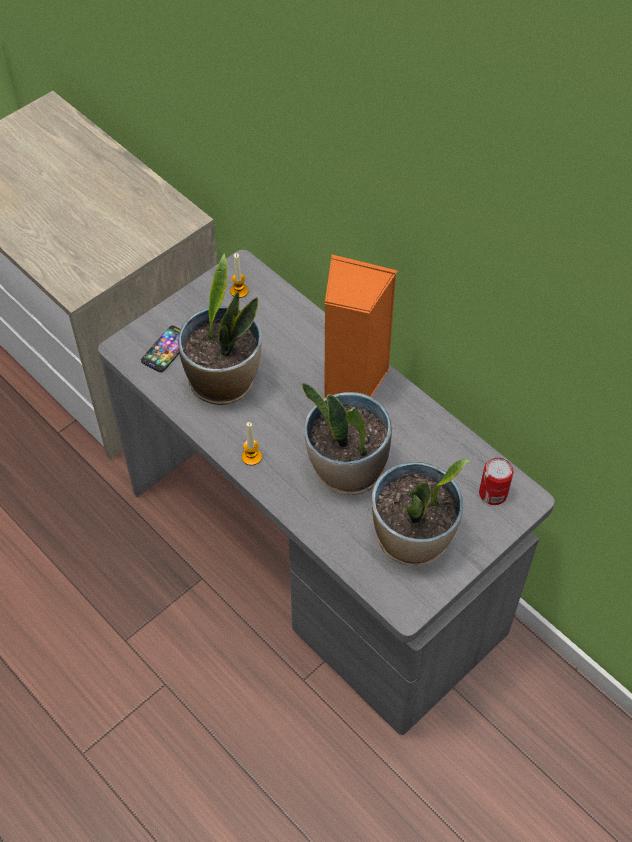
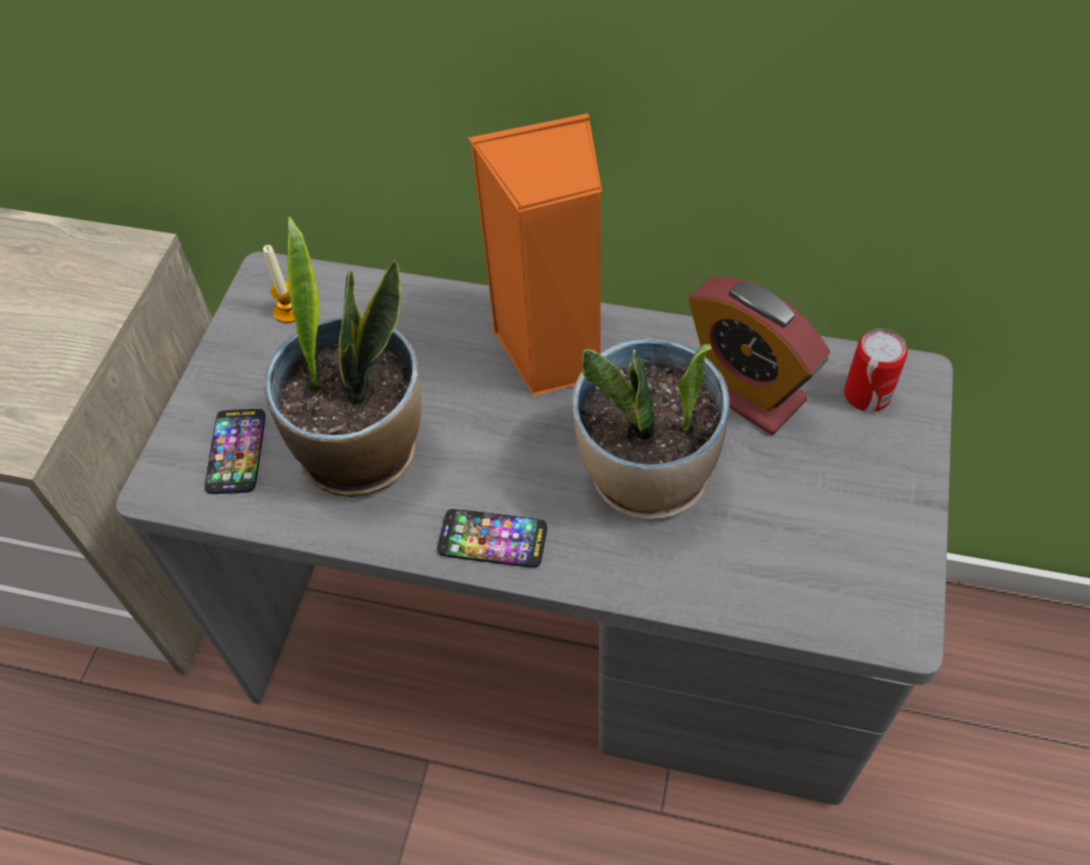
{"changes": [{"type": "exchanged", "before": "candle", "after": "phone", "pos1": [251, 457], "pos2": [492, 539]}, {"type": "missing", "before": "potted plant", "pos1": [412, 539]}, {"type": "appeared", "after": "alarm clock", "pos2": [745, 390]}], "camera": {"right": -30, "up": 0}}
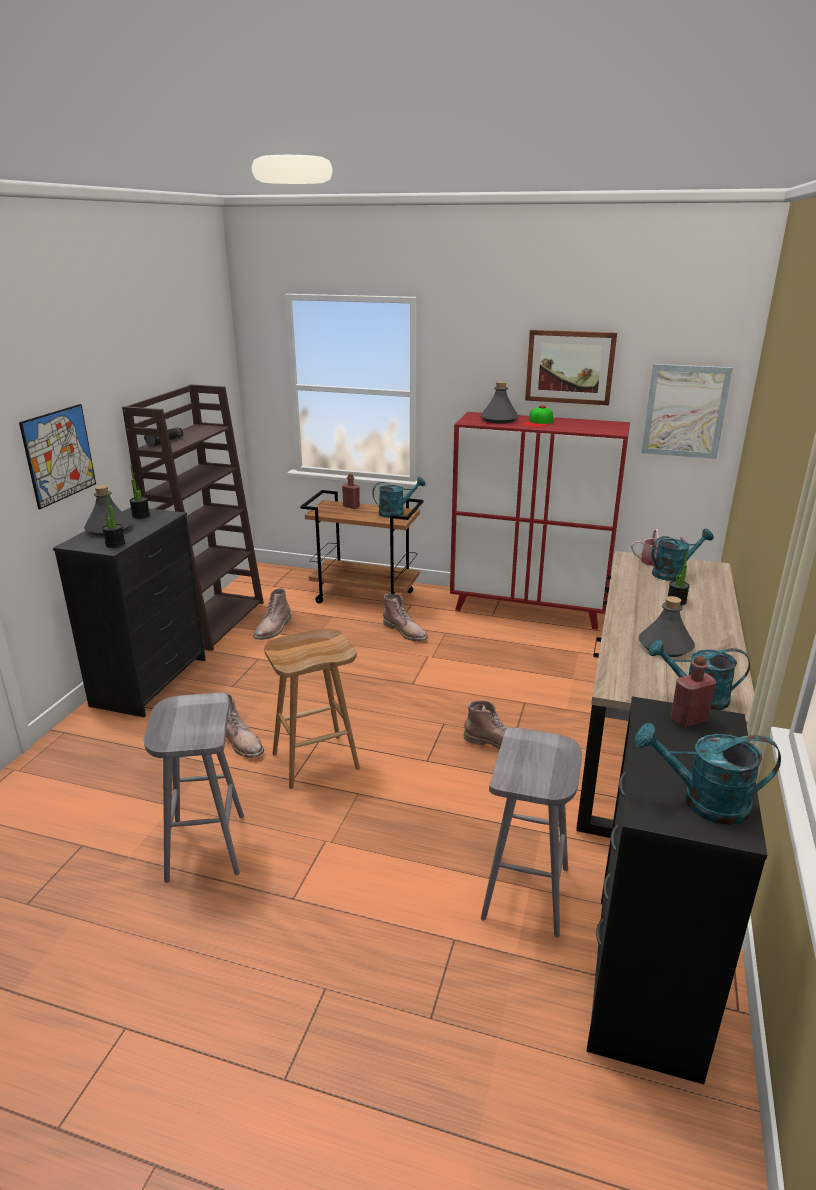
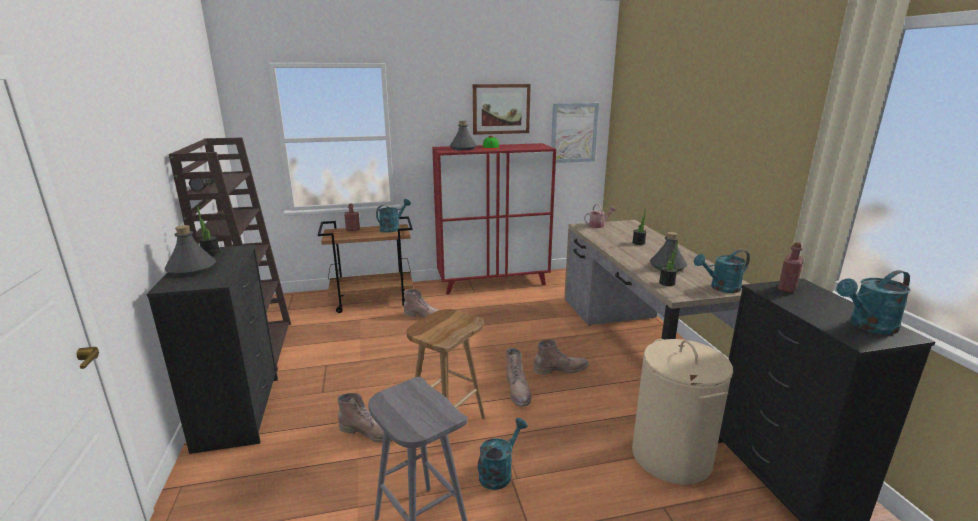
{"changes": [{"type": "missing", "before": "picture", "pos1": [59, 455]}, {"type": "relocated", "before": "potted plant", "pos1": [115, 544], "pos2": [667, 283]}, {"type": "relocated", "before": "boot/brown", "pos1": [273, 629], "pos2": [518, 391]}, {"type": "exchanged", "before": "stool/grey", "after": "laundry basket/beige", "pos1": [527, 894], "pos2": [671, 456]}, {"type": "relocated", "before": "watering can/turquoise", "pos1": [673, 573], "pos2": [499, 472]}], "camera": {"right": -30, "up": -5}}
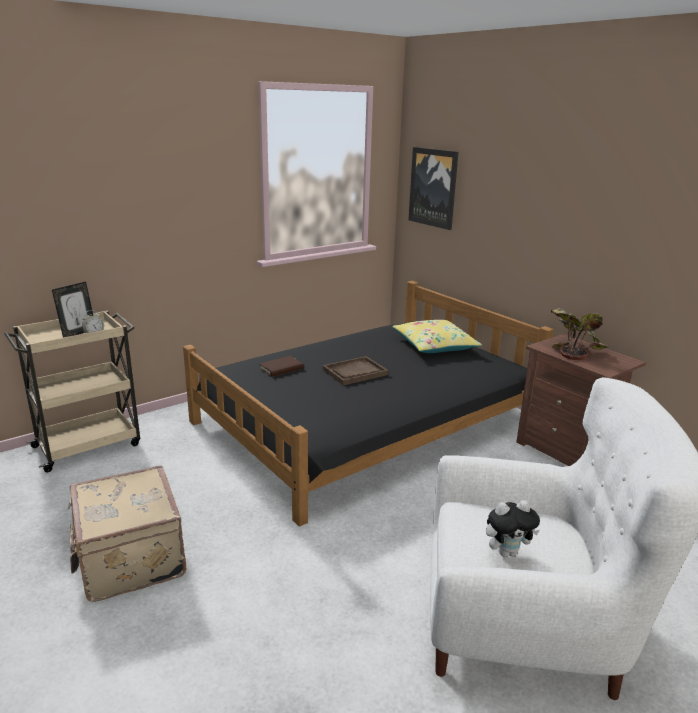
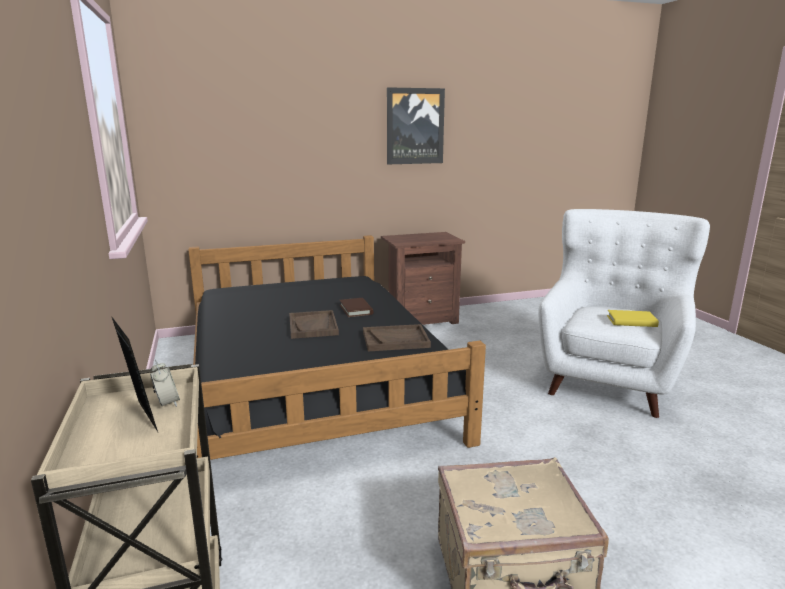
{"changes": [{"type": "relocated", "before": "book/brown", "pos1": [281, 368], "pos2": [356, 309]}, {"type": "missing", "before": "pillow/yellow", "pos1": [434, 345]}, {"type": "relocated", "before": "picture", "pos1": [433, 187], "pos2": [415, 126]}, {"type": "exchanged", "before": "plush toy", "after": "book/yellow", "pos1": [507, 552], "pos2": [631, 321]}, {"type": "missing", "before": "potted plant", "pos1": [573, 349]}, {"type": "appeared", "after": "tray/brown", "pos2": [395, 340]}], "camera": {"right": -70, "up": -5}}
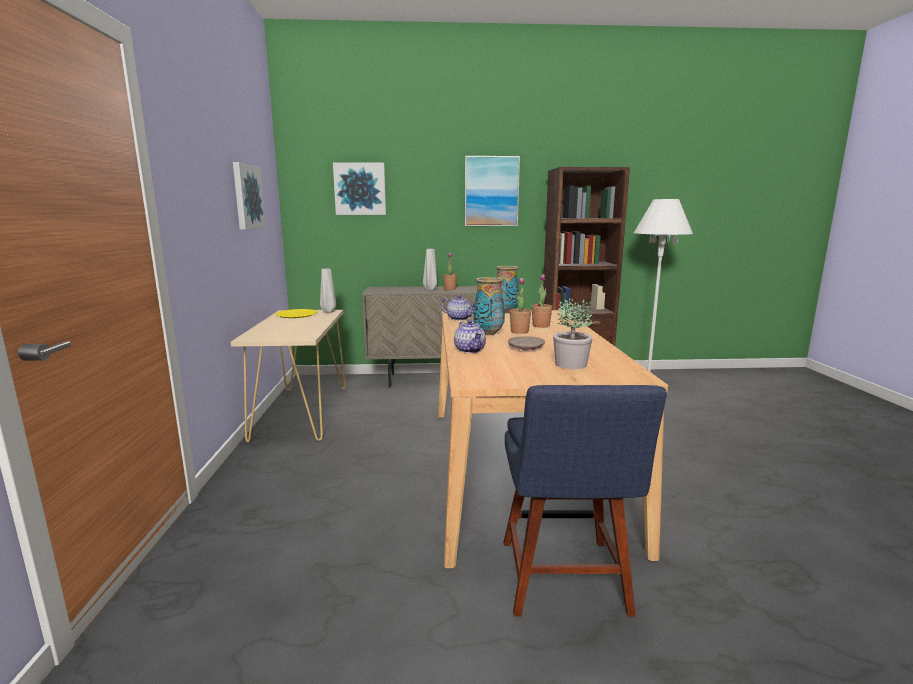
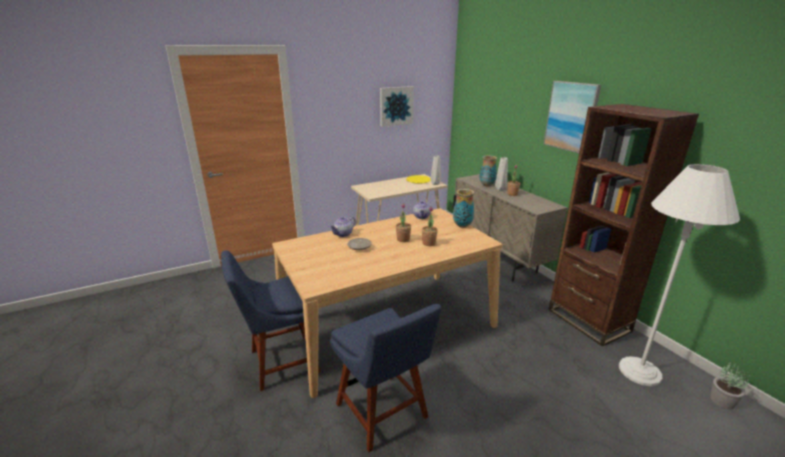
{"changes": [{"type": "missing", "before": "picture", "pos1": [360, 189]}, {"type": "relocated", "before": "vase", "pos1": [489, 333], "pos2": [487, 185]}, {"type": "relocated", "before": "potted plant", "pos1": [571, 364], "pos2": [722, 401]}, {"type": "appeared", "after": "chair/blue", "pos2": [384, 414]}], "camera": {"right": 65, "up": 10}}
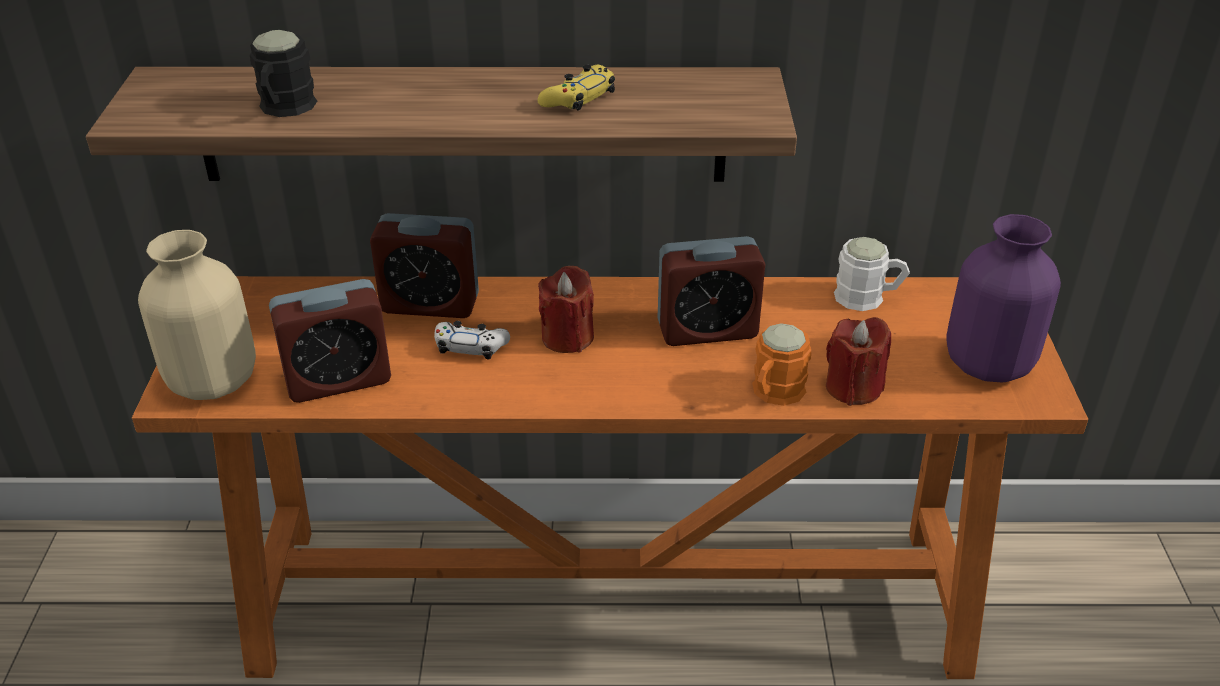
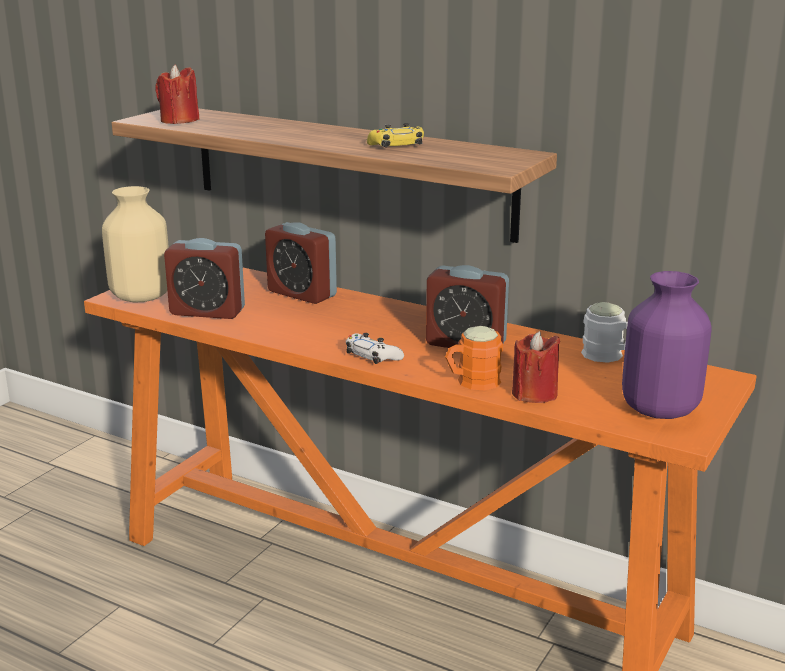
{"changes": [{"type": "missing", "before": "mug/black", "pos1": [284, 109]}, {"type": "relocated", "before": "game controller/white", "pos1": [471, 346], "pos2": [372, 356]}, {"type": "relocated", "before": "candle/red", "pos1": [567, 337], "pos2": [179, 120]}], "camera": {"right": 30, "up": -15}}
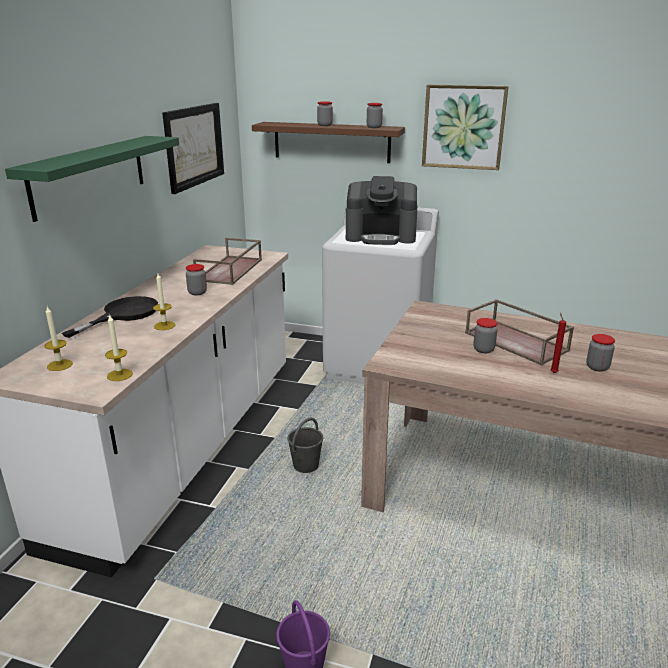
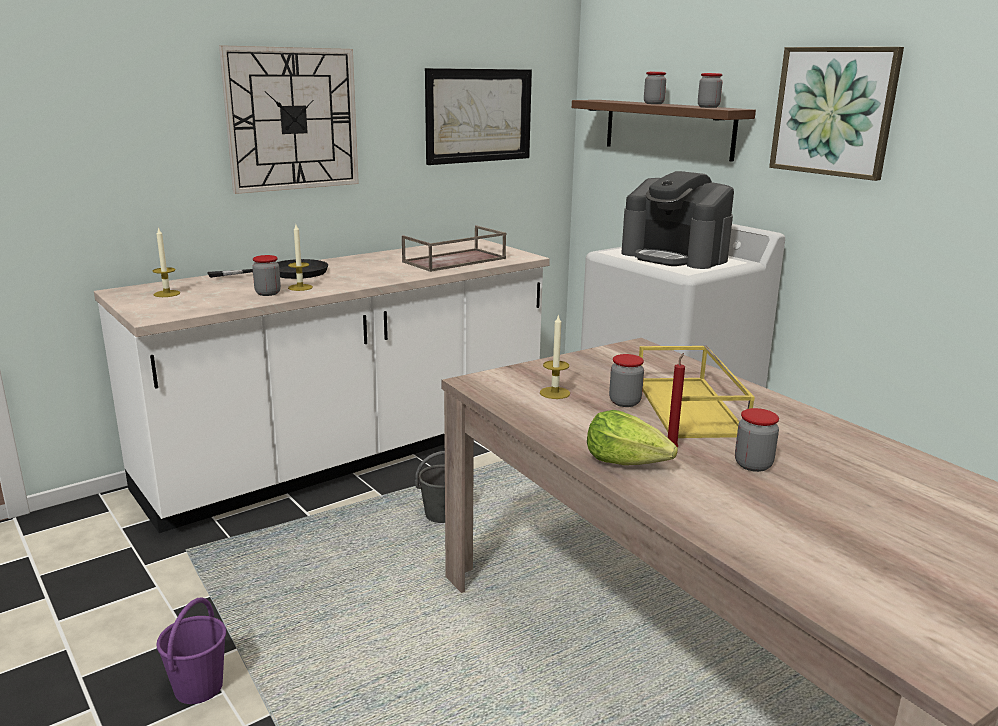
{"changes": [{"type": "exchanged", "before": "shelf/green", "after": "wall clock", "pos1": [90, 175], "pos2": [292, 119]}, {"type": "relocated", "before": "candle", "pos1": [119, 375], "pos2": [554, 393]}, {"type": "relocated", "before": "jar", "pos1": [197, 292], "pos2": [268, 293]}, {"type": "colour", "before": "tray/brown", "after": "tray/yellow", "pos1": [517, 341], "pos2": [690, 407]}, {"type": "appeared", "after": "lettuce", "pos2": [627, 461]}], "camera": {"right": 35, "up": -5}}
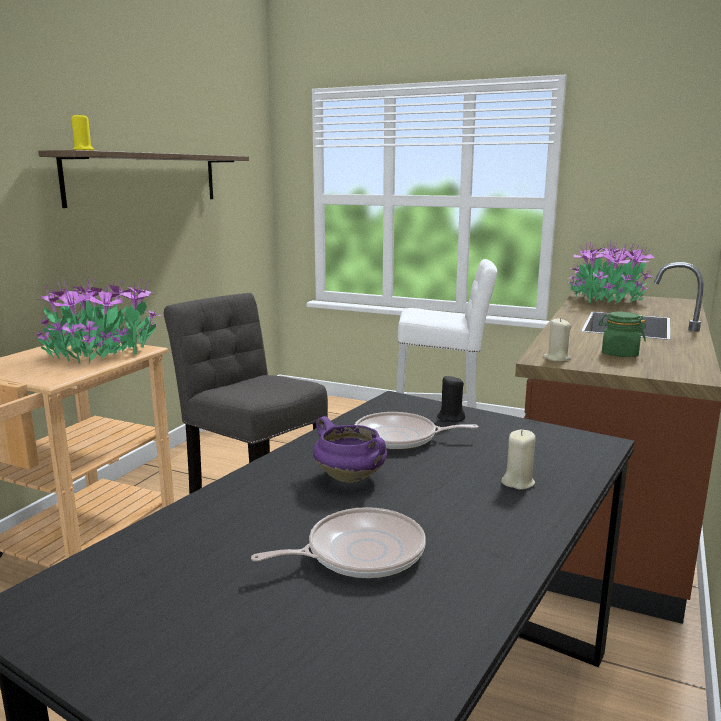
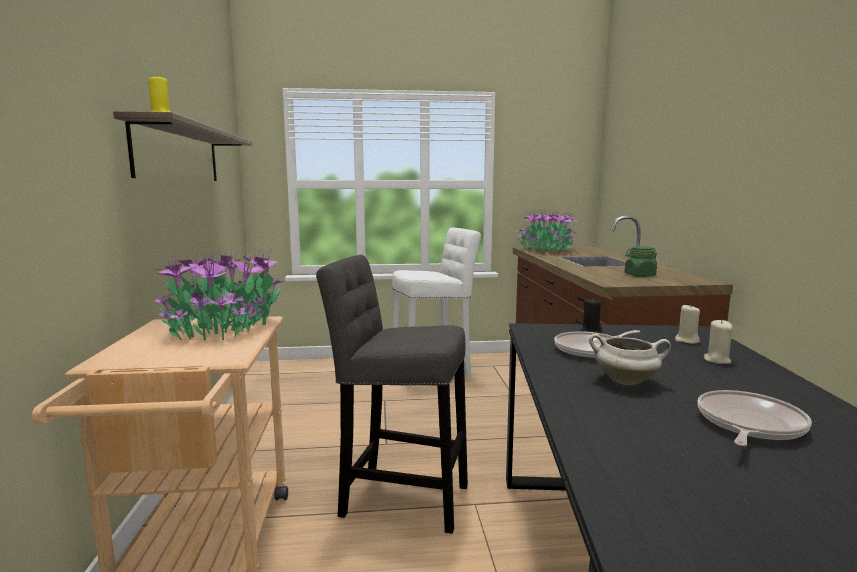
{"changes": [{"type": "colour", "before": "cooking pot/purple", "after": "cooking pot/white", "pos1": [351, 478], "pos2": [626, 381]}, {"type": "relocated", "before": "candle/beige", "pos1": [556, 358], "pos2": [686, 340]}], "camera": {"right": -30, "up": -5}}
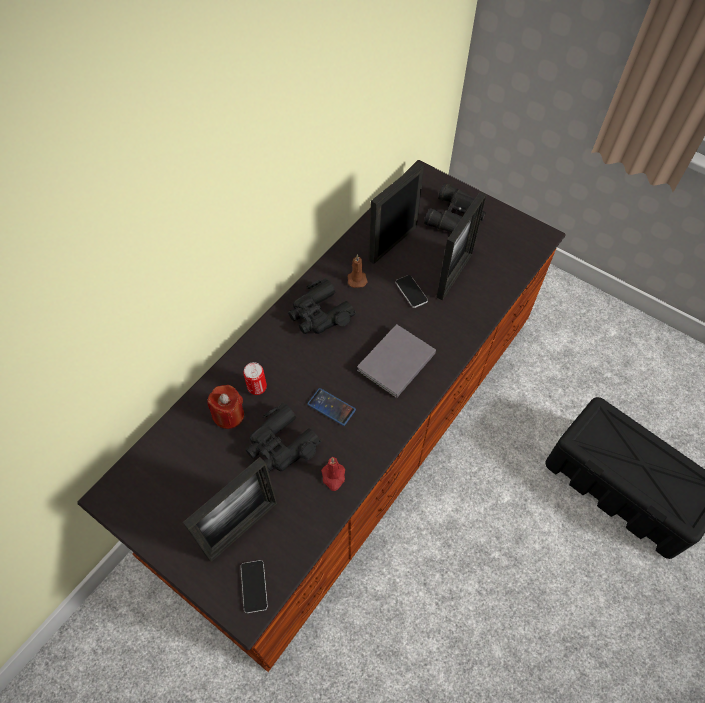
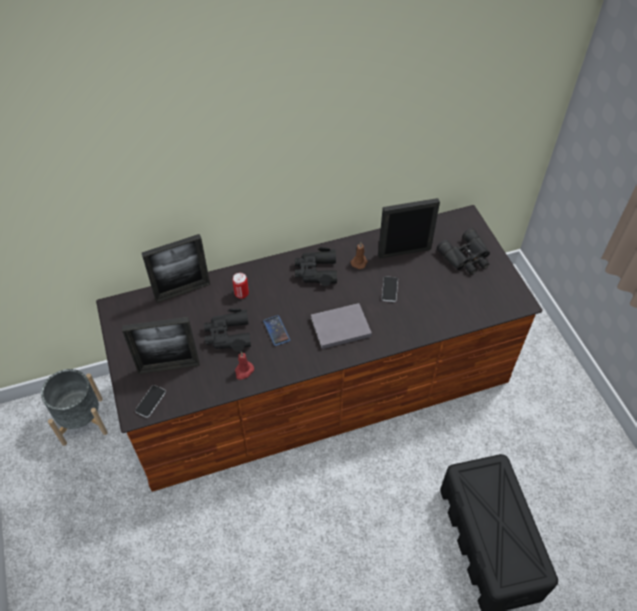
{"changes": [{"type": "missing", "before": "candle/red", "pos1": [229, 415]}, {"type": "relocated", "before": "picture frame", "pos1": [454, 275], "pos2": [182, 291]}, {"type": "appeared", "after": "planter/grey", "pos2": [82, 421]}], "camera": {"right": 35, "up": -5}}
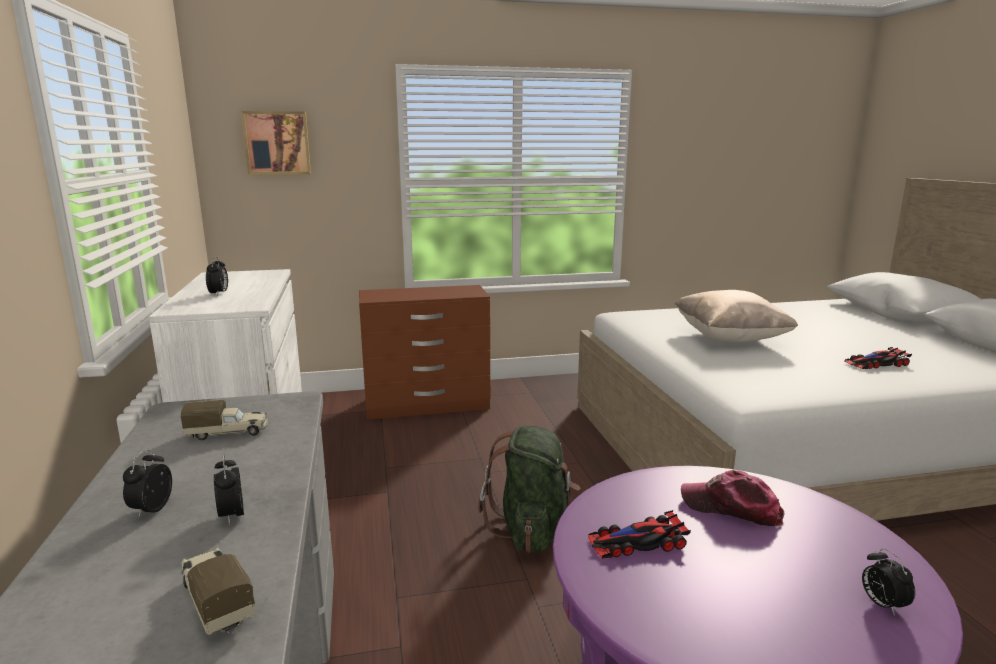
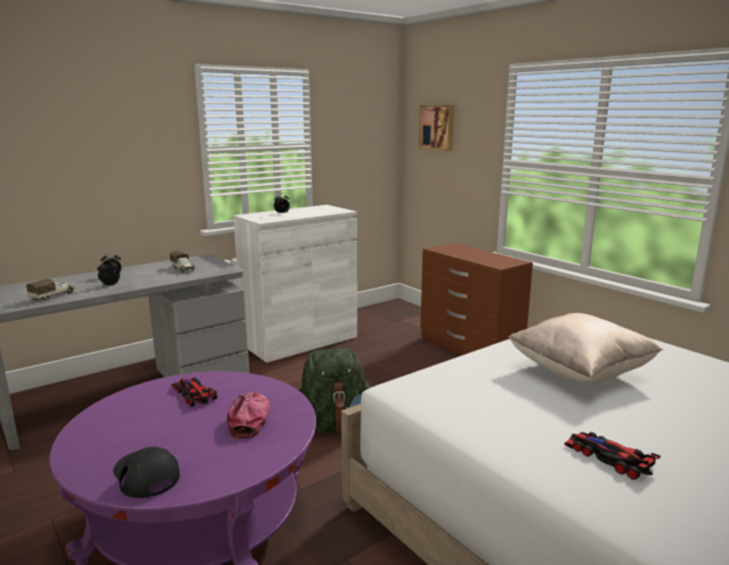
{"changes": [{"type": "exchanged", "before": "alarm clock", "after": "cap/black", "pos1": [882, 604], "pos2": [145, 475]}], "camera": {"right": 65, "up": 0}}
